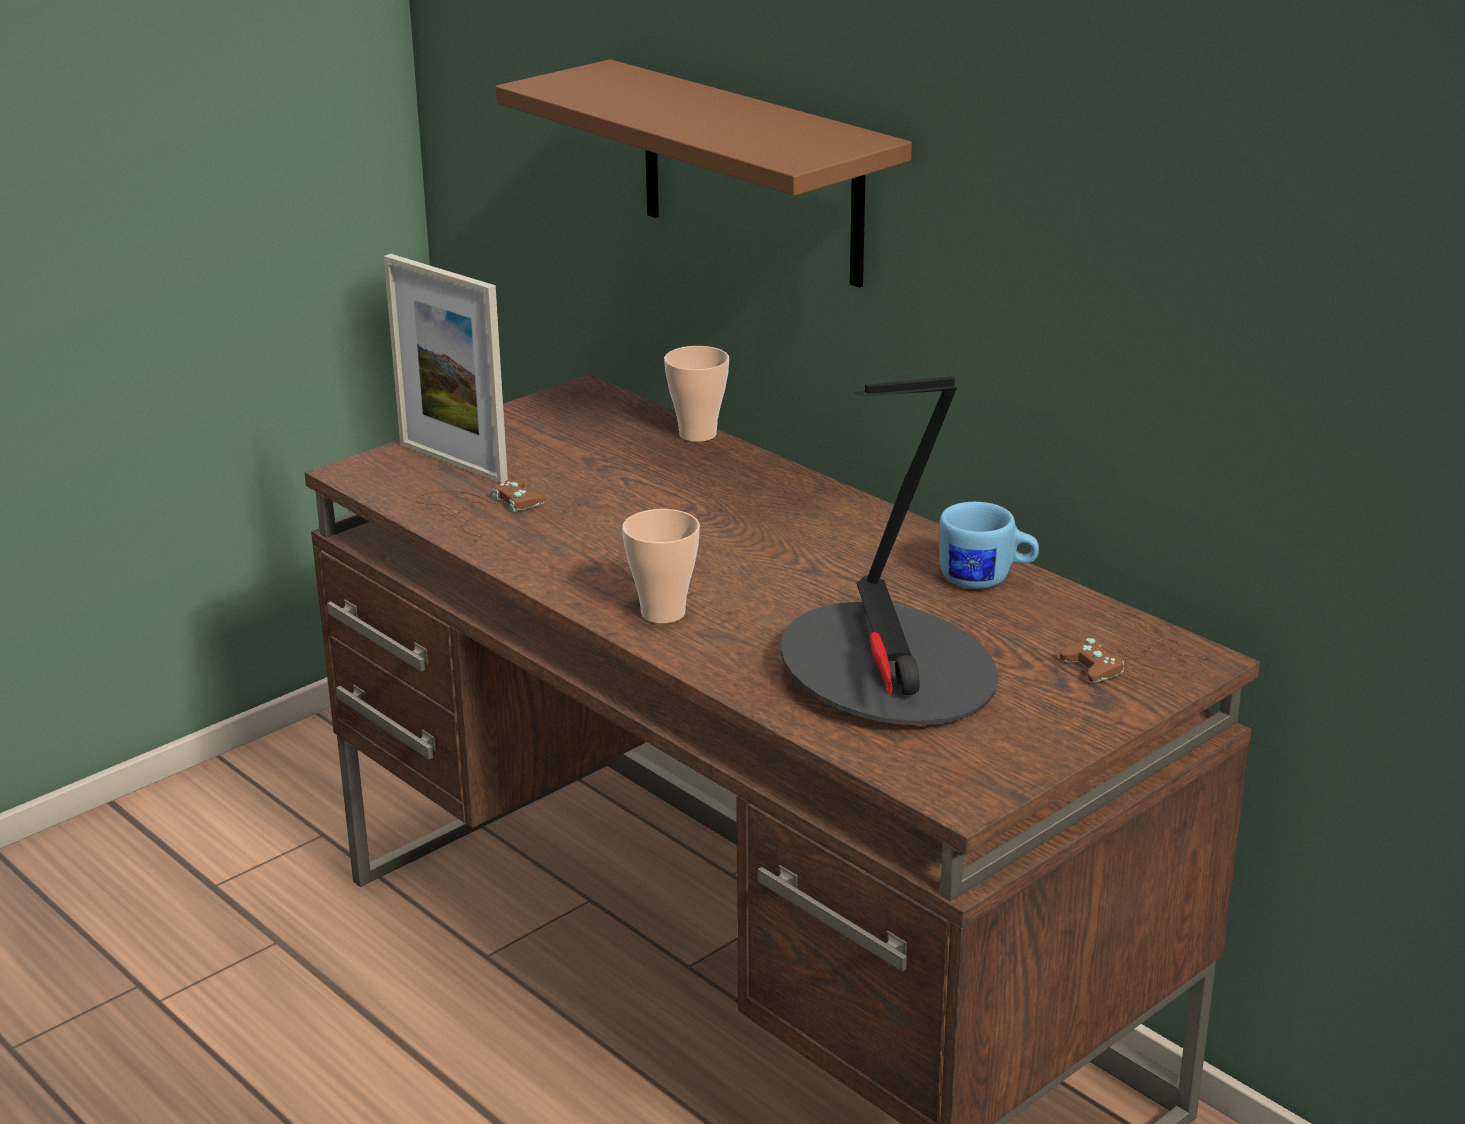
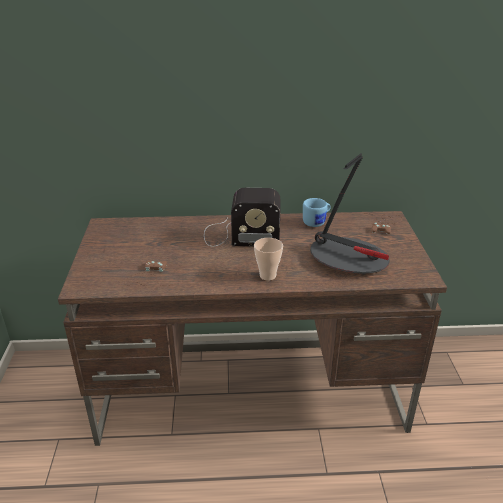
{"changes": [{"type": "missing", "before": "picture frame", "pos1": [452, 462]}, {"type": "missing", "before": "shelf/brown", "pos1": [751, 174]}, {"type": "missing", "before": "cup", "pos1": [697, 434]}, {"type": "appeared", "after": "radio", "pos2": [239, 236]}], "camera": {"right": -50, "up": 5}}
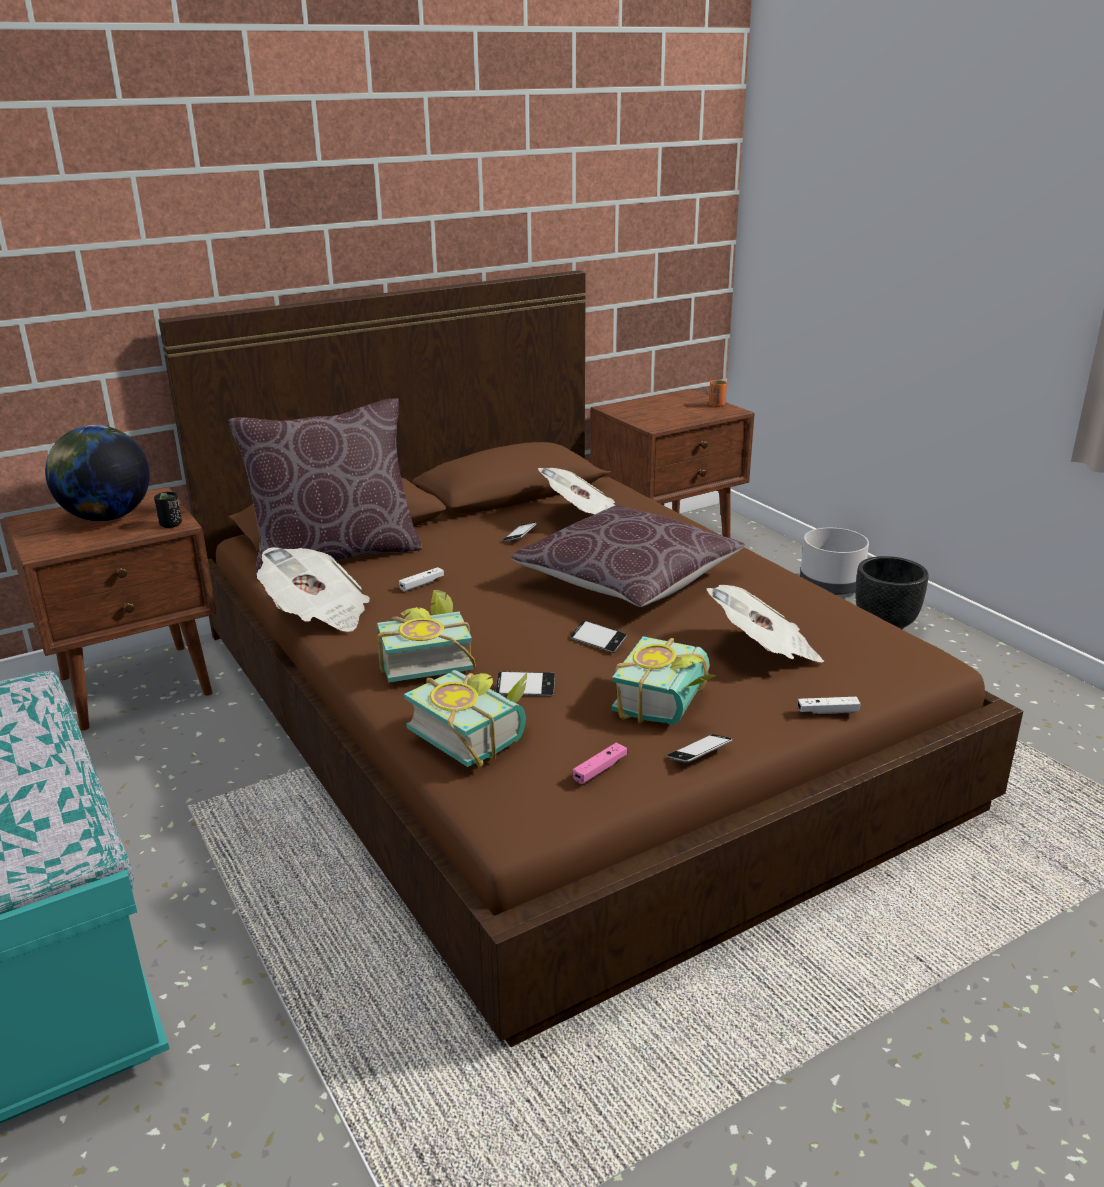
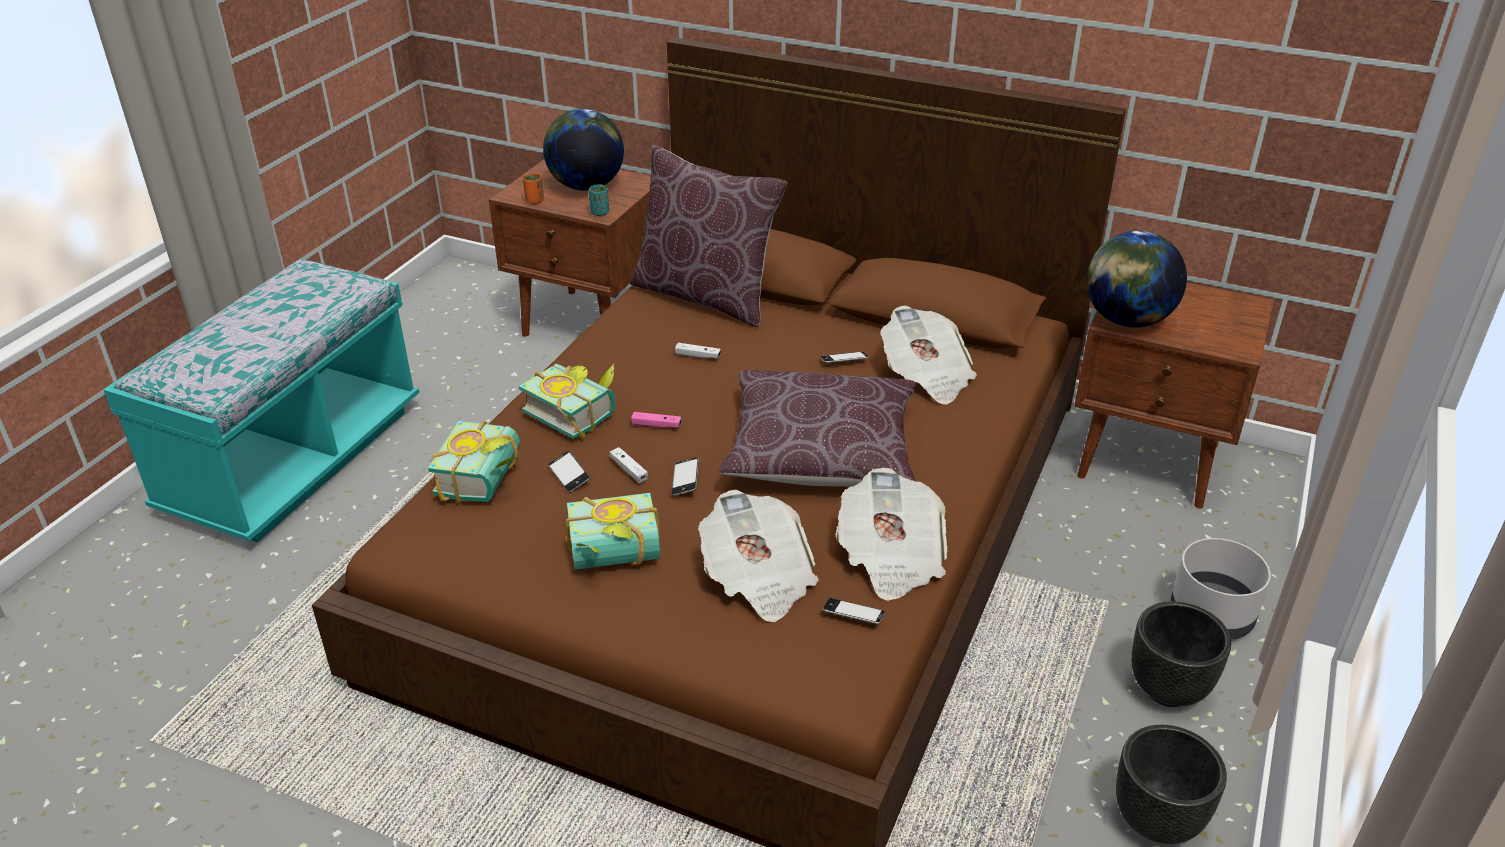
{"changes": [{"type": "colour", "before": "cup/black", "after": "cup/turquoise", "pos1": [170, 525], "pos2": [600, 212]}, {"type": "relocated", "before": "newspaper", "pos1": [318, 614], "pos2": [890, 558]}, {"type": "relocated", "before": "game controller/pink", "pos1": [600, 769], "pos2": [656, 425]}, {"type": "relocated", "before": "phone", "pos1": [699, 753], "pos2": [853, 615]}, {"type": "relocated", "before": "cup/orange", "pos1": [717, 405], "pos2": [534, 201]}, {"type": "relocated", "before": "game controller/white", "pos1": [827, 711], "pos2": [629, 469]}, {"type": "appeared", "after": "globe", "pos2": [1126, 320]}, {"type": "appeared", "after": "planter/black", "pos2": [1157, 821]}], "camera": {"right": 55, "up": 10}}
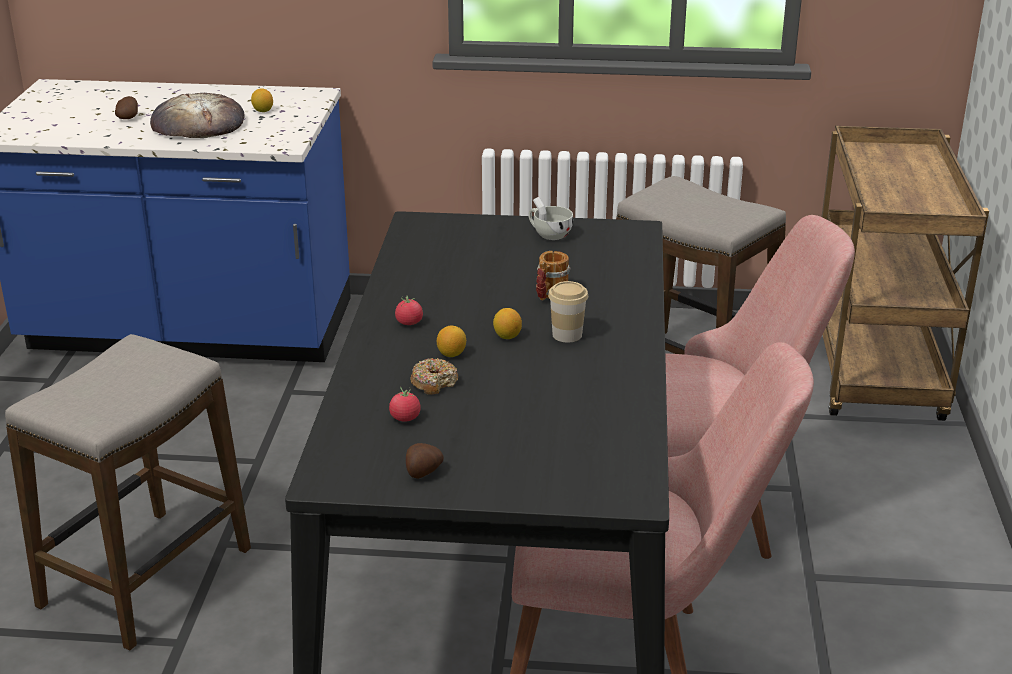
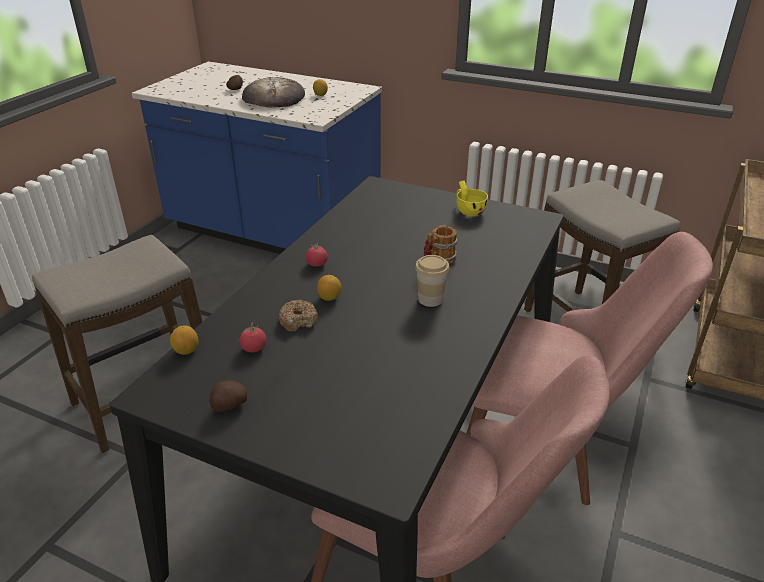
{"changes": [{"type": "relocated", "before": "lemon", "pos1": [507, 336], "pos2": [186, 350]}, {"type": "colour", "before": "cup/white", "after": "cup/yellow", "pos1": [549, 234], "pos2": [468, 211]}], "camera": {"right": 20, "up": 5}}
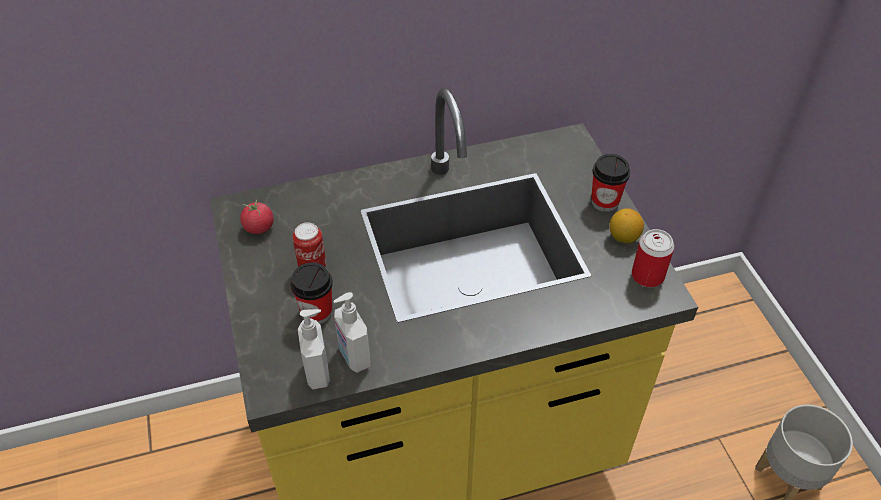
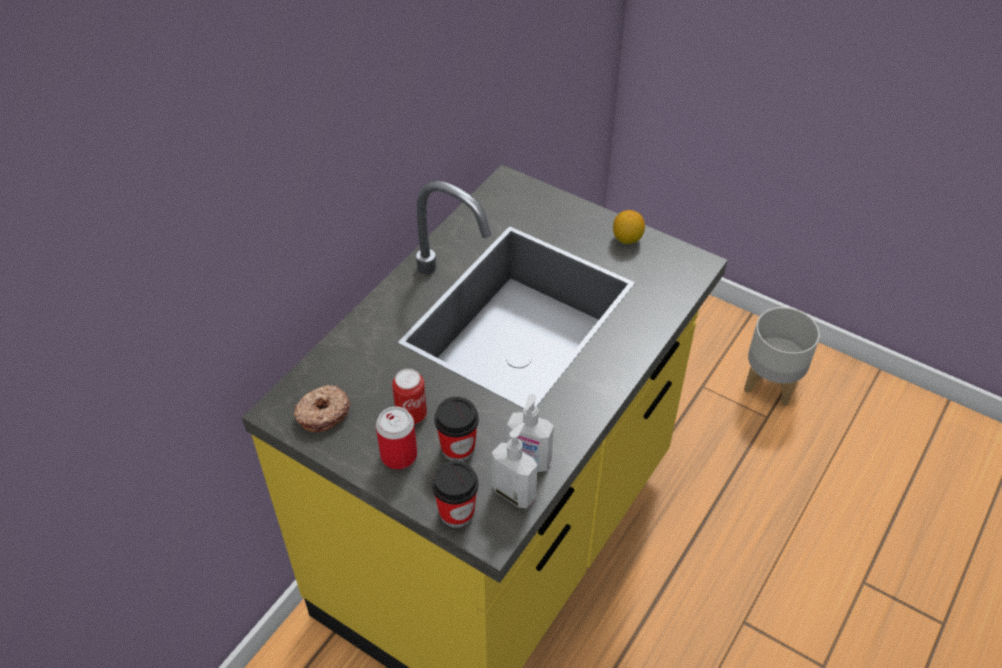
{"changes": [{"type": "exchanged", "before": "tomato", "after": "donut", "pos1": [259, 227], "pos2": [322, 413]}, {"type": "relocated", "before": "cup", "pos1": [605, 202], "pos2": [456, 512]}, {"type": "relocated", "before": "can", "pos1": [647, 276], "pos2": [399, 455]}], "camera": {"right": -40, "up": 0}}
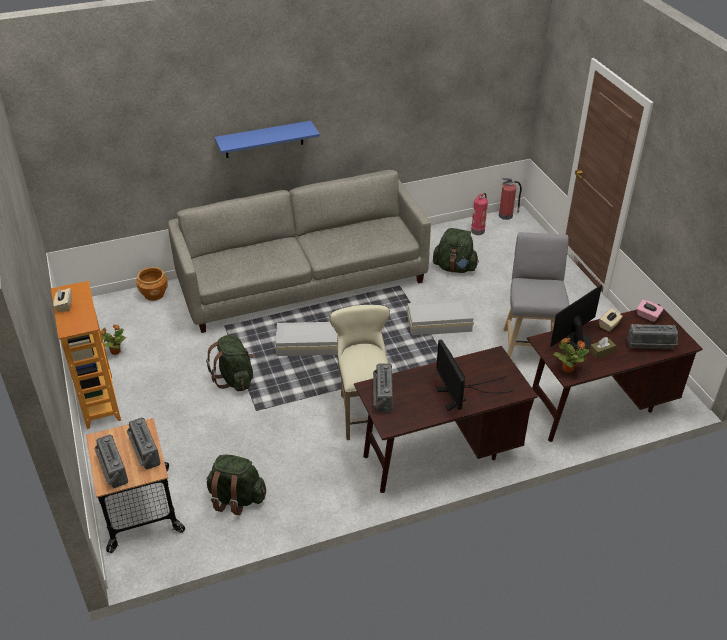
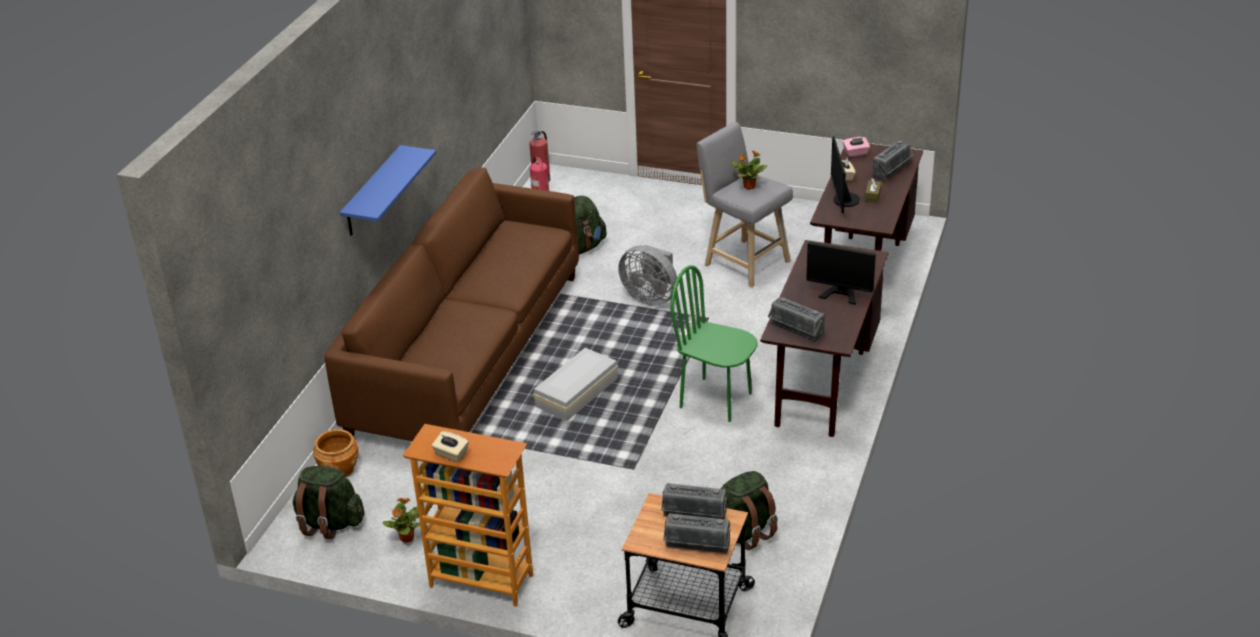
{"changes": [{"type": "colour", "before": "sofa/grey", "after": "sofa/brown", "pos1": [302, 281], "pos2": [467, 352]}, {"type": "relocated", "before": "backpack/green", "pos1": [235, 379], "pos2": [330, 523]}, {"type": "exchanged", "before": "stool/beige", "after": "chair/green", "pos1": [364, 411], "pos2": [716, 400]}, {"type": "exchanged", "before": "storage box/white", "after": "fan/grey", "pos1": [440, 324], "pos2": [651, 297]}, {"type": "relocated", "before": "potted plant", "pos1": [567, 368], "pos2": [748, 186]}], "camera": {"right": -50, "up": -5}}
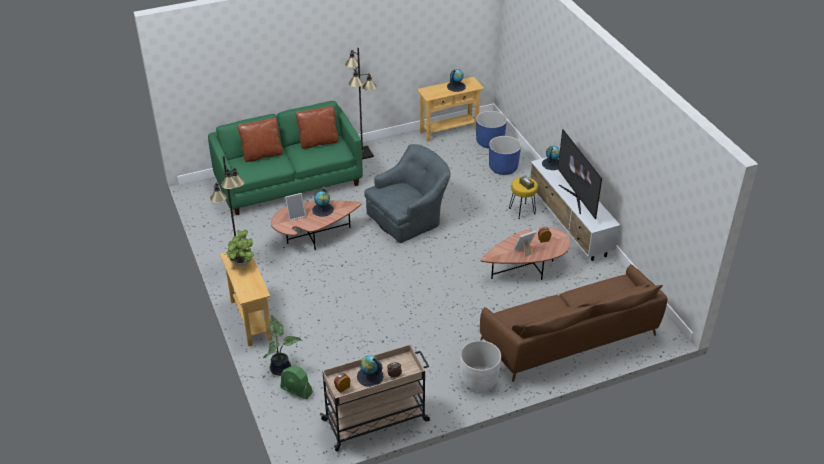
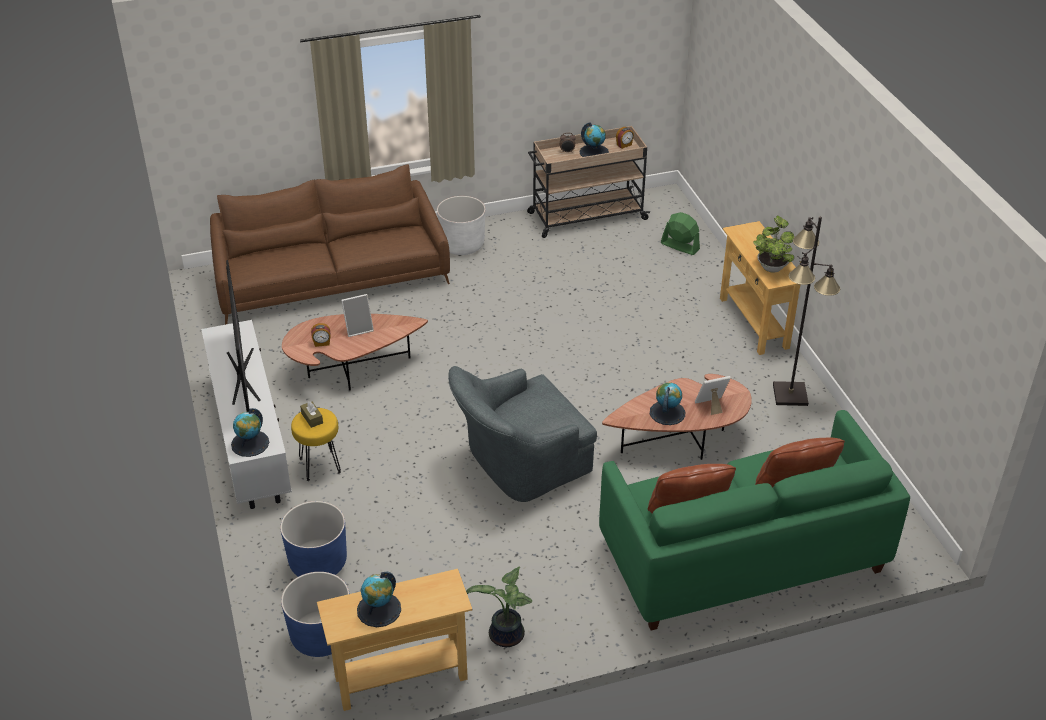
{"changes": [{"type": "relocated", "before": "potted plant", "pos1": [281, 368], "pos2": [505, 637]}, {"type": "missing", "before": "floor lamp/black", "pos1": [362, 153]}], "camera": {"right": -175, "up": 0}}
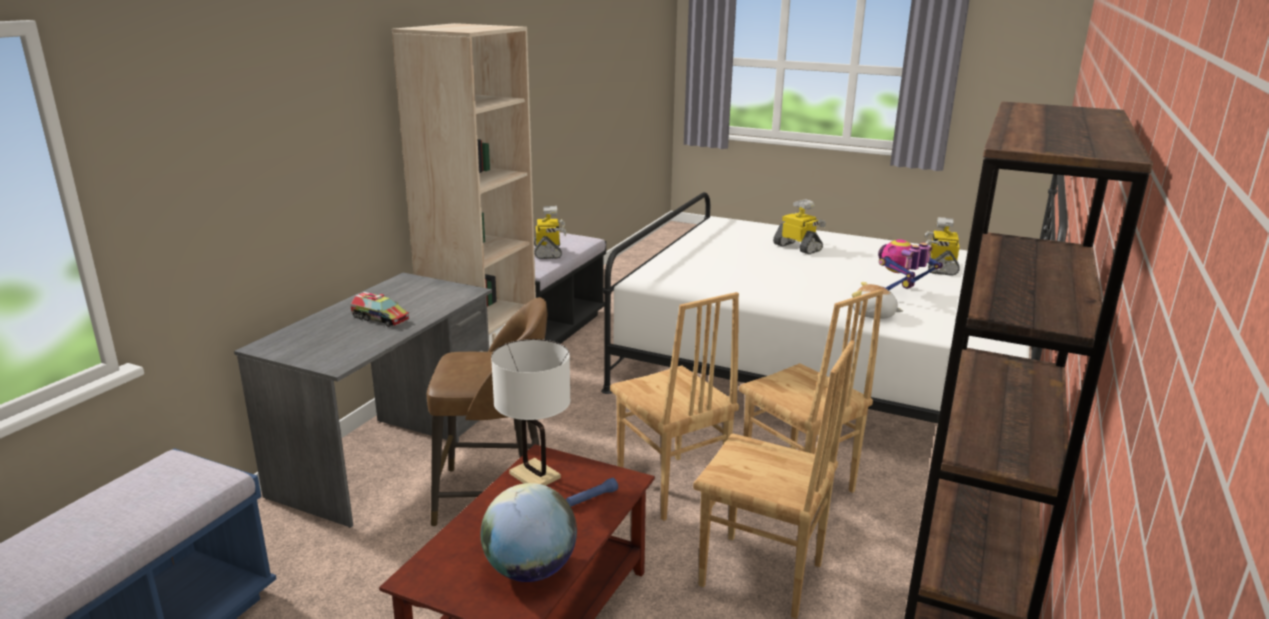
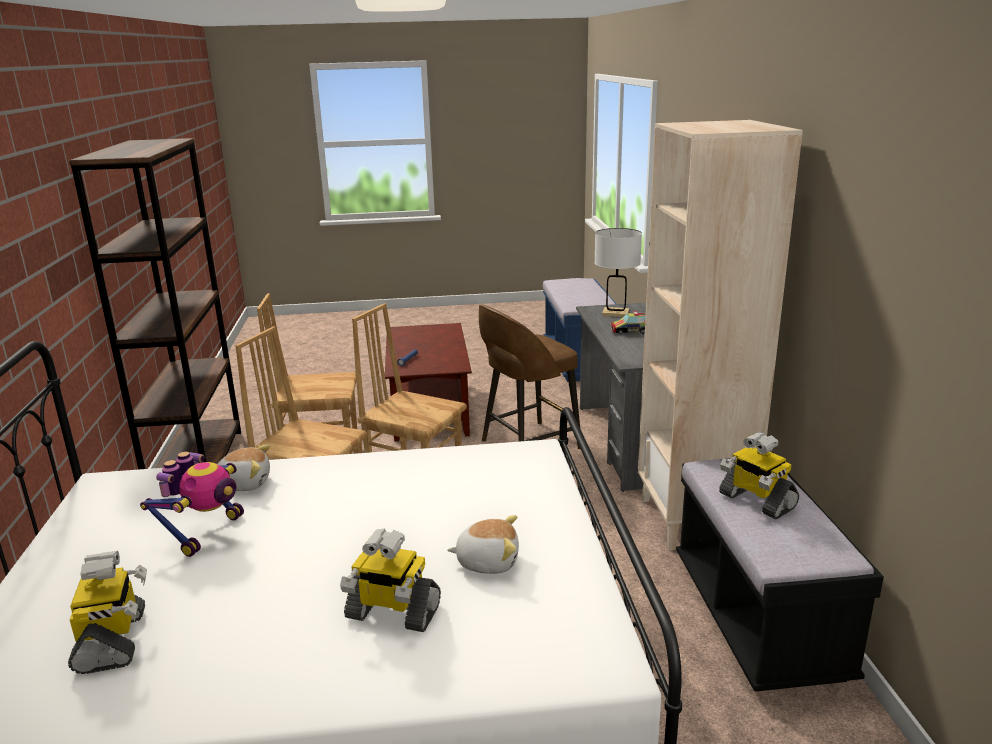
{"changes": [{"type": "missing", "before": "globe", "pos1": [530, 570]}, {"type": "relocated", "before": "table lamp/white", "pos1": [534, 476], "pos2": [615, 313]}, {"type": "appeared", "after": "plush toy", "pos2": [487, 561]}], "camera": {"right": 150, "up": 0}}
